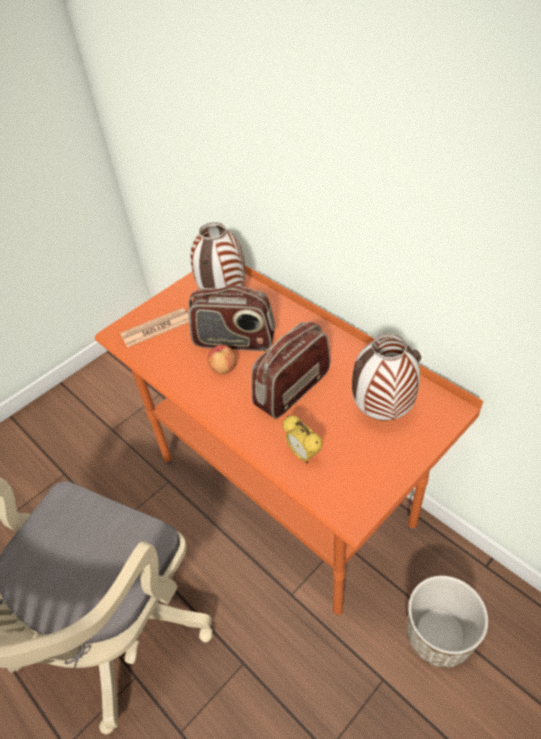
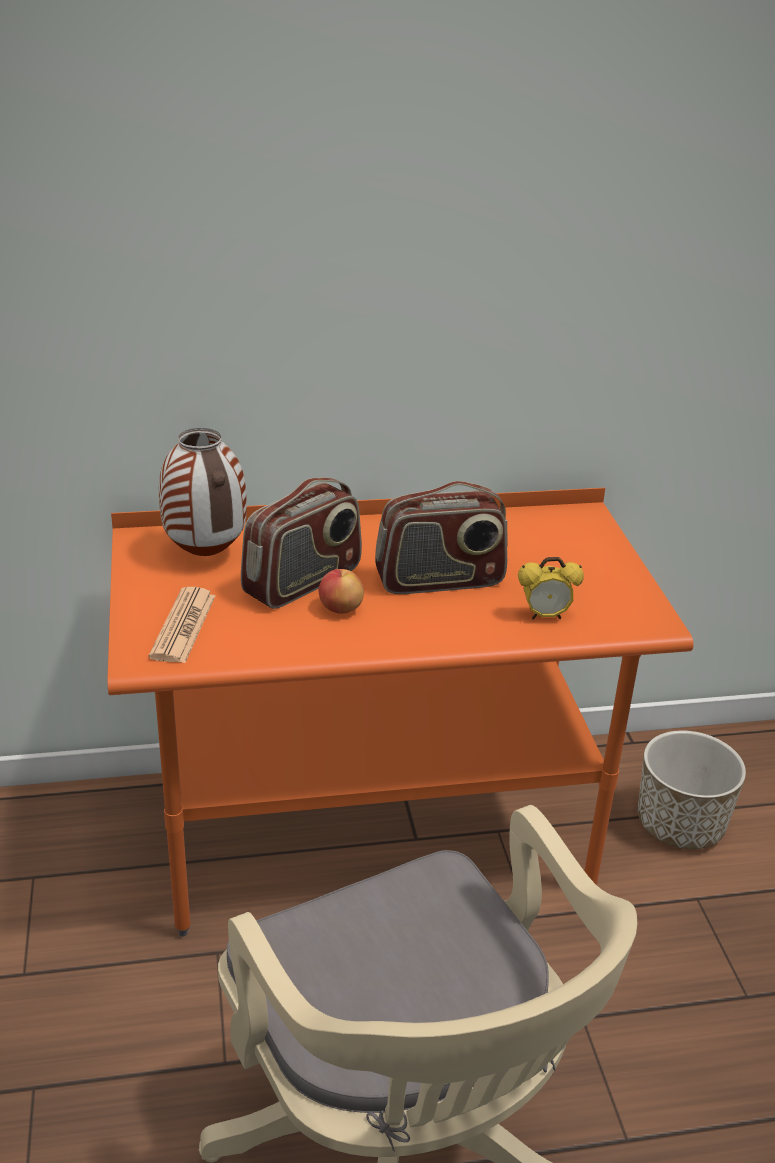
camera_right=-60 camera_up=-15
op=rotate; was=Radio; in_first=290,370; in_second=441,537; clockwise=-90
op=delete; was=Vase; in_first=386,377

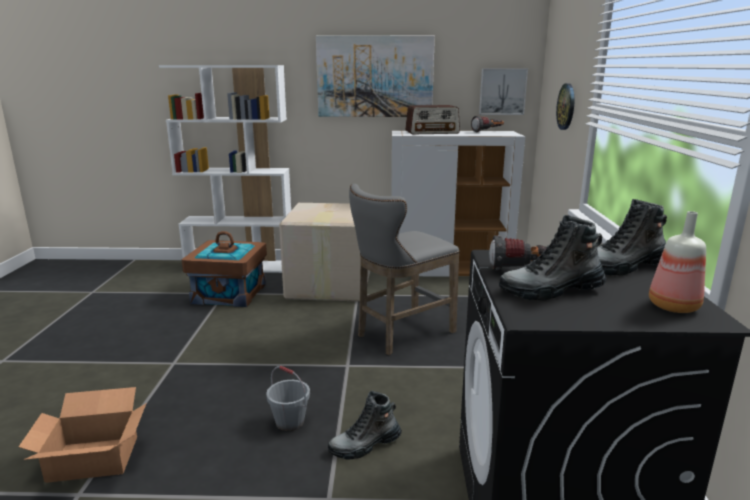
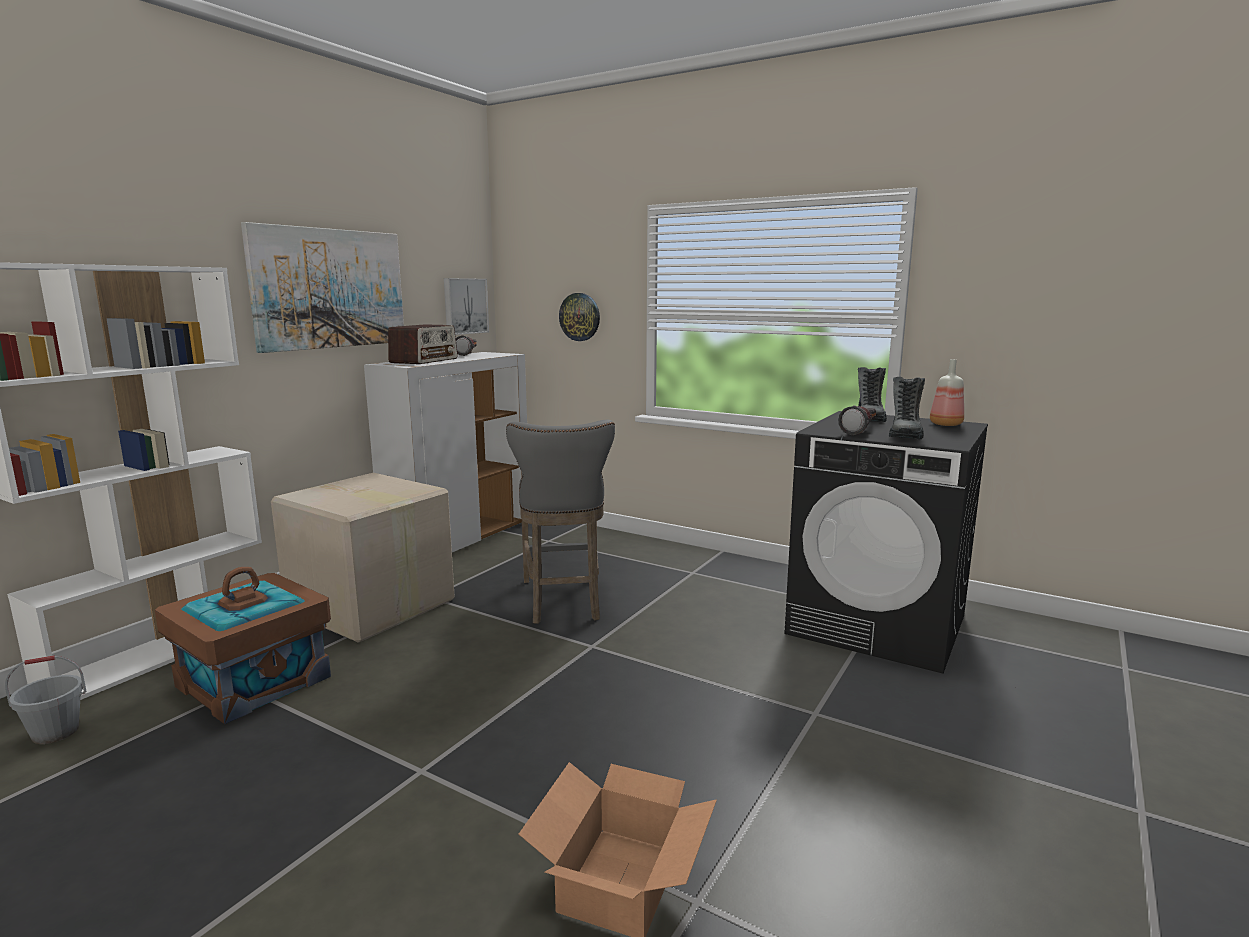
camera_right=-60 camera_up=-5
op=move; was=Eimer/grau; in_first=288,398; in_second=45,699
op=delete; was=Stiefel; in_first=365,425

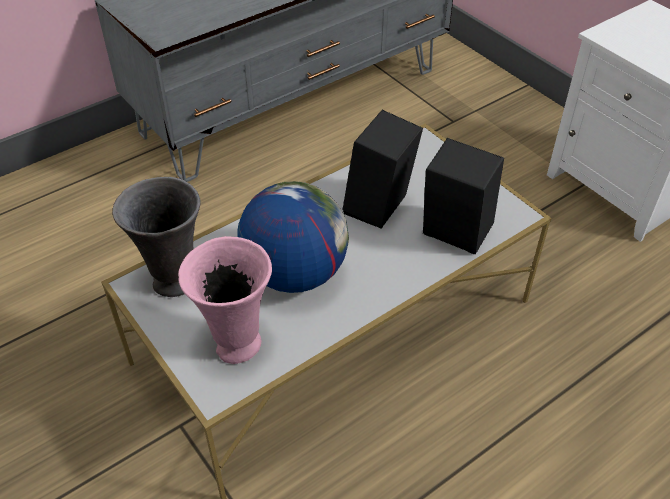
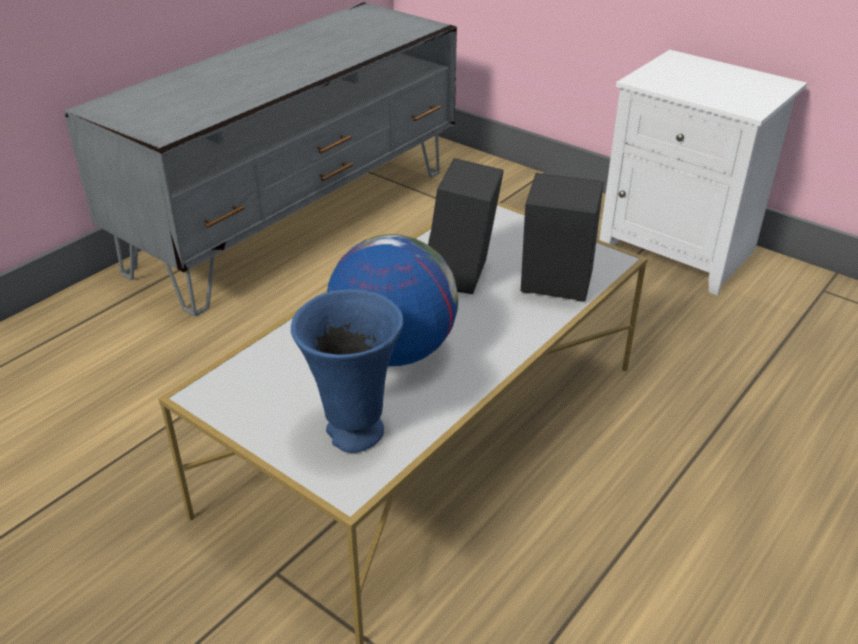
camera_right=-15 camera_up=-10
op=delete; was=Vase/grau; in_first=156,237
op=recolor; was=Vase/rosa; now=Vase/blau; in_first=225,300; in_second=347,371

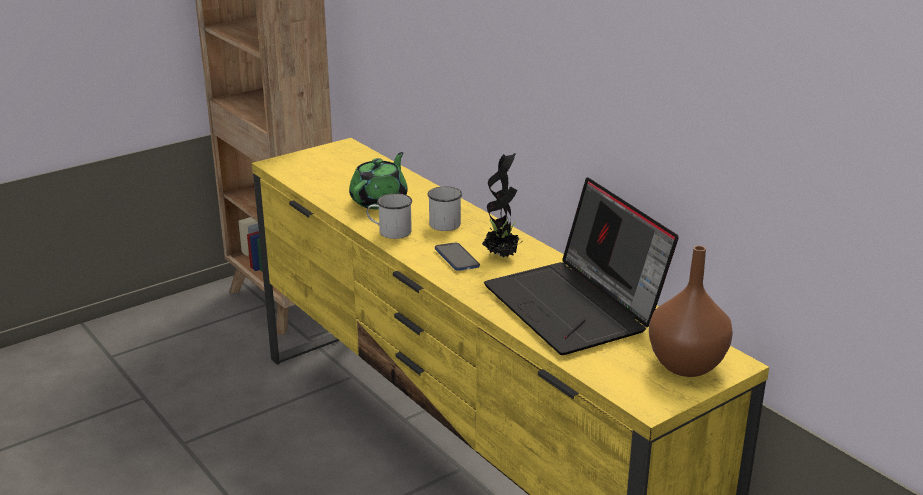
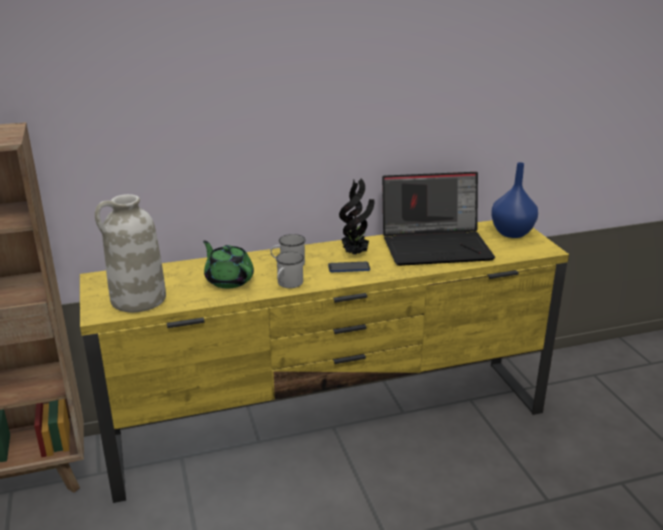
camera_right=-70 camera_up=0
op=recolor; was=Vase/braun; now=Vase/blau; in_first=691,311; in_second=514,200
op=insert; now=Vase/weiß; in_second=130,253

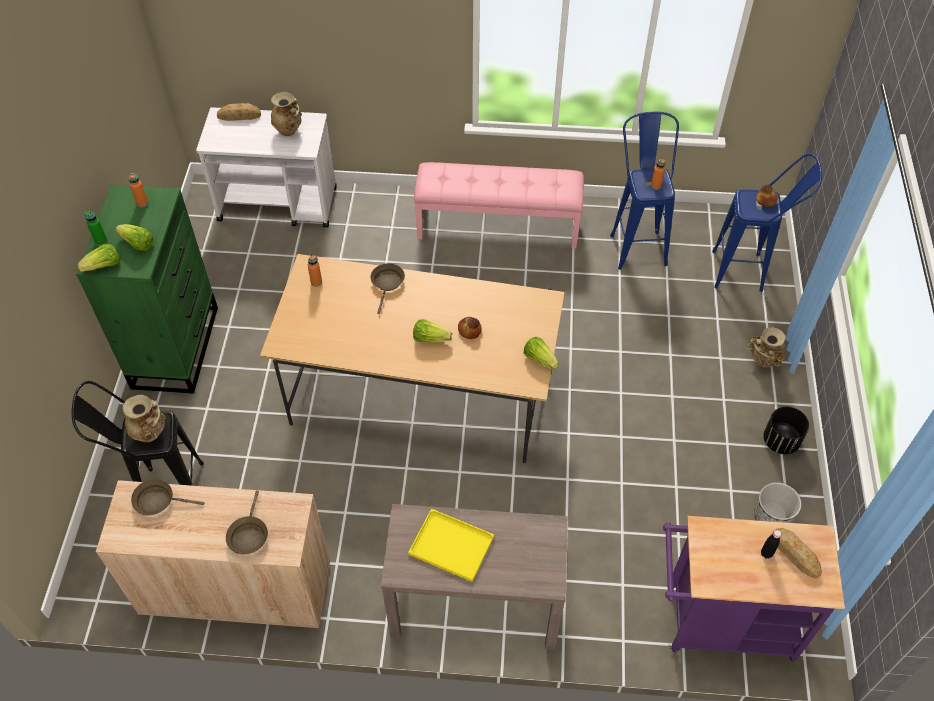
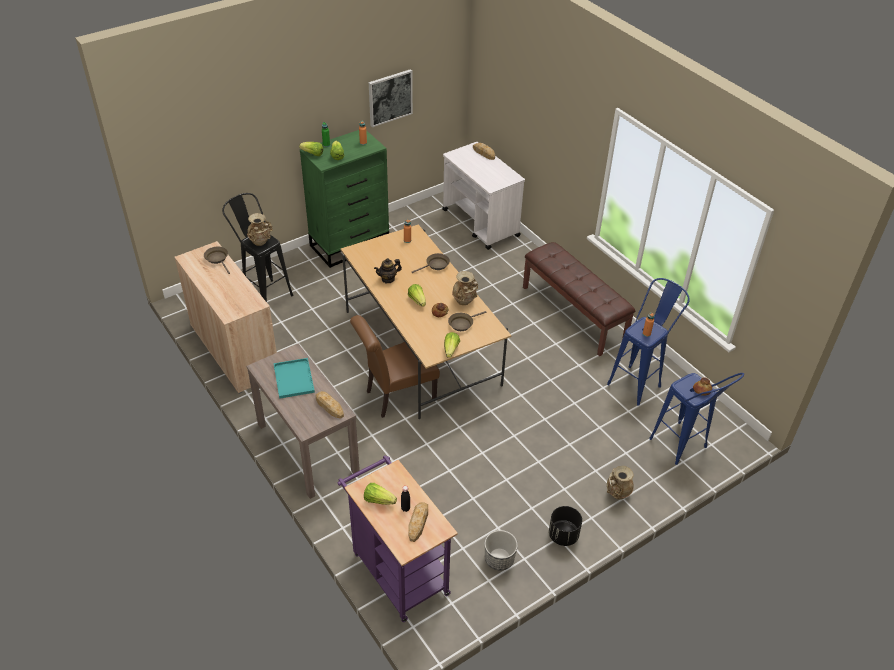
camera_right=50 camera_up=-10
op=move; was=Vase/beige; in_first=286,114; in_second=465,288
op=recolor; was=Bank/rosa; now=Bank/braun; in_first=499,205; in_second=579,299
op=move; was=Pfanne/braun; in_first=247,522; in_second=467,321
op=recolor; was=Tablett/gelb; now=Tablett/türkis; in_first=451,545; in_second=294,378
op=insert; now=Bild; in_second=391,98
op=insert; now=Teekanne; in_second=388,270
op=insert; now=Stuhl/braun; in_second=395,366
op=insert; now=Brot; in_second=329,405
op=insert; now=Salatkopf; in_second=380,494

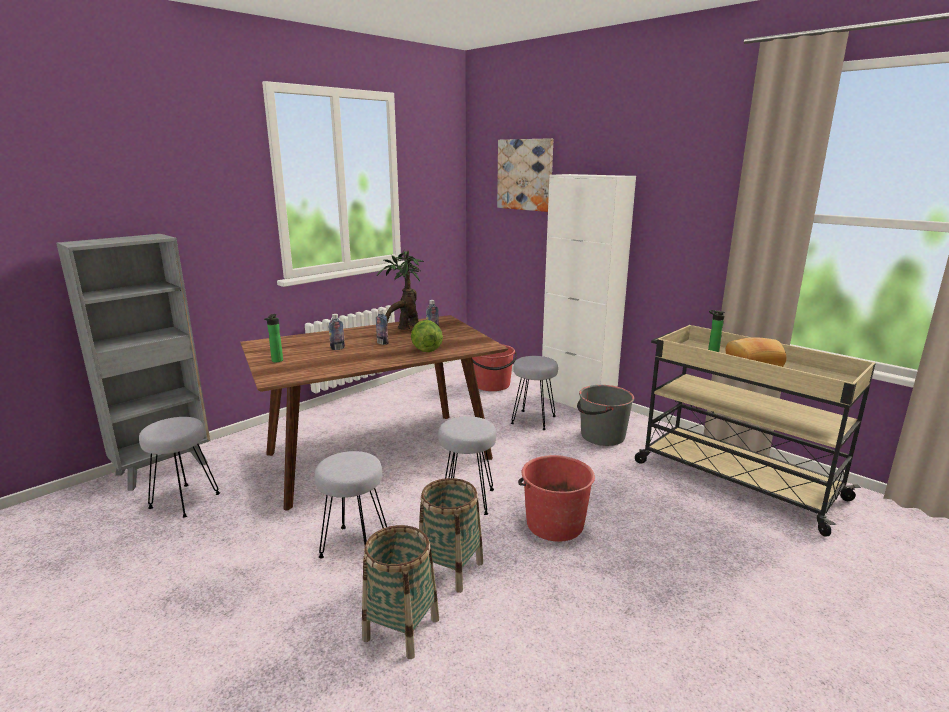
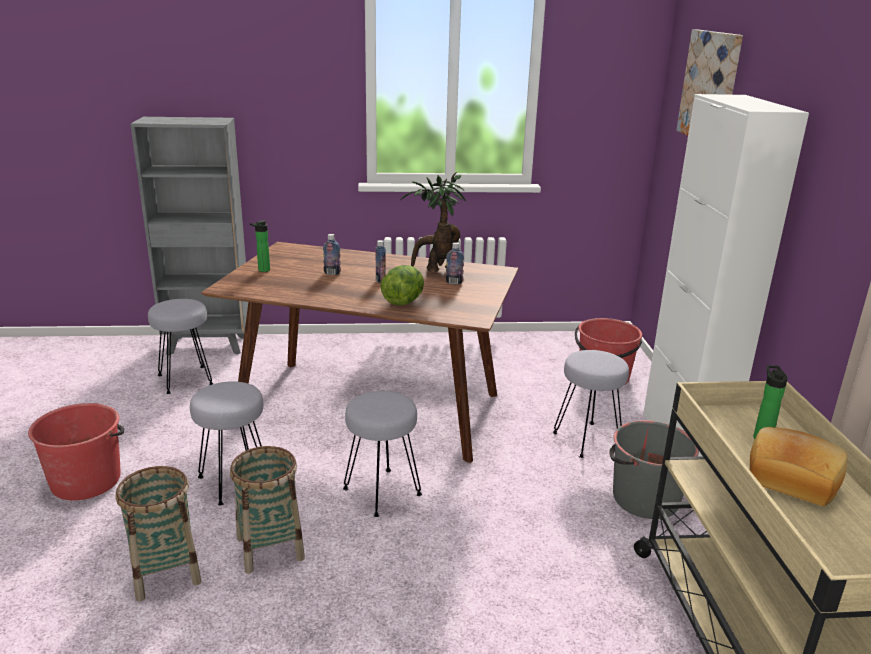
camera_right=40 camera_up=5
op=move; was=Eimer/rot; in_first=556,498; in_second=76,451

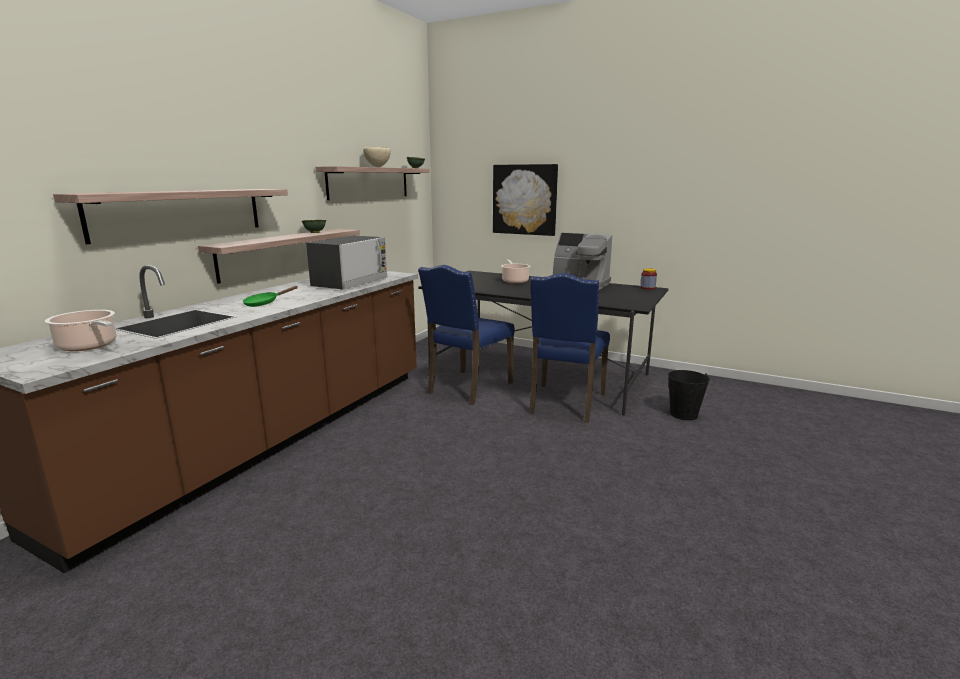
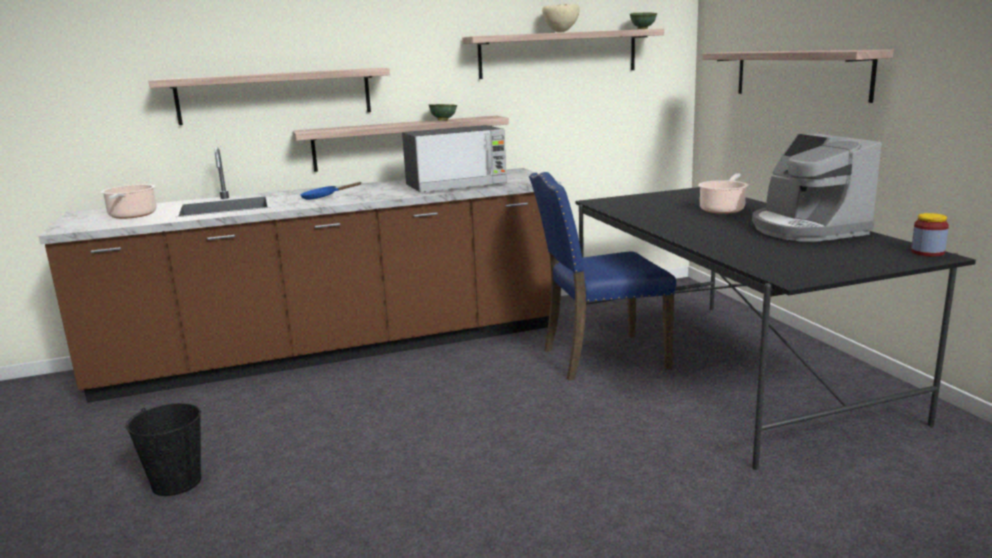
camera_right=45 camera_up=0
op=replace; was=Bild; now=Wandregal; in_first=525,200; in_second=798,76
op=delete; was=Stuhl/blau; in_first=569,348
op=recolor; was=Pfanne/grün; now=Pfanne/blau; in_first=270,296; in_second=331,191
op=move; was=Eimer/schwarz; in_first=689,395; in_second=163,449

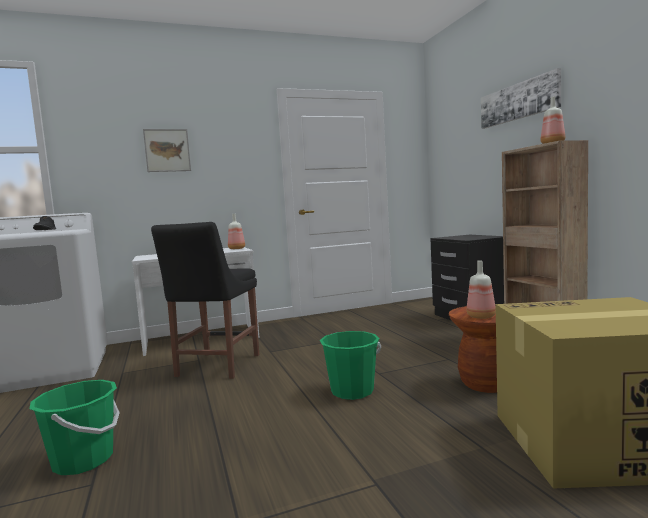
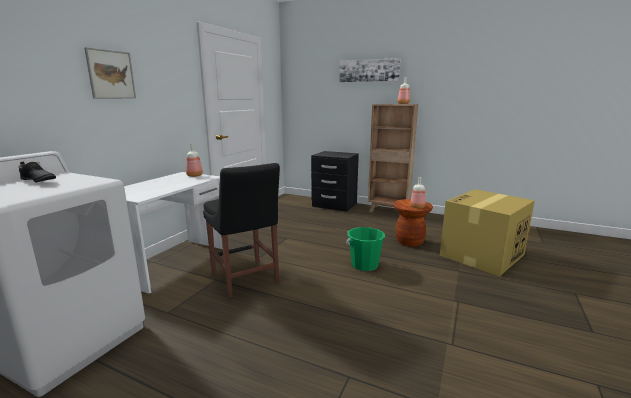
camera_right=-45 camera_up=10
op=delete; was=Eimer/grün; in_first=75,427

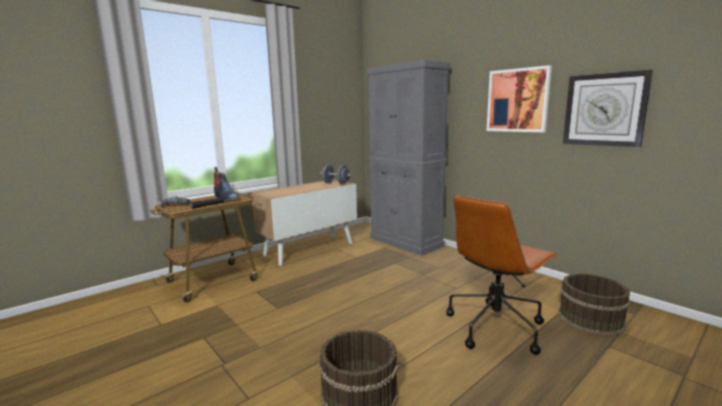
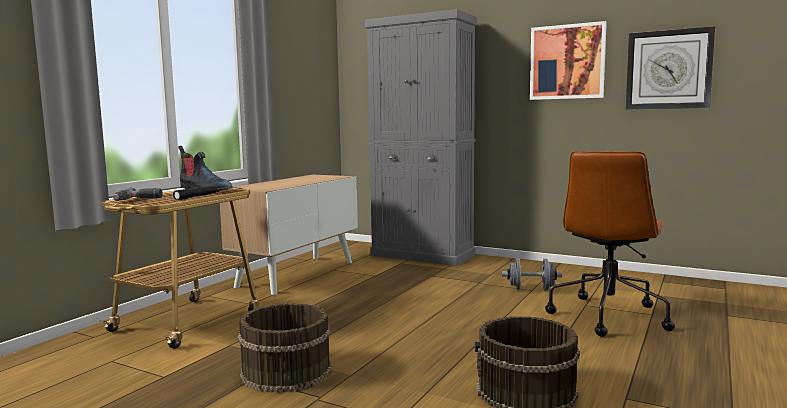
camera_right=-20 camera_up=-5
op=move; was=Hantel/grau; in_first=336,175; in_second=532,274
op=move; was=Eimer/braun; in_first=594,304; in_second=284,348

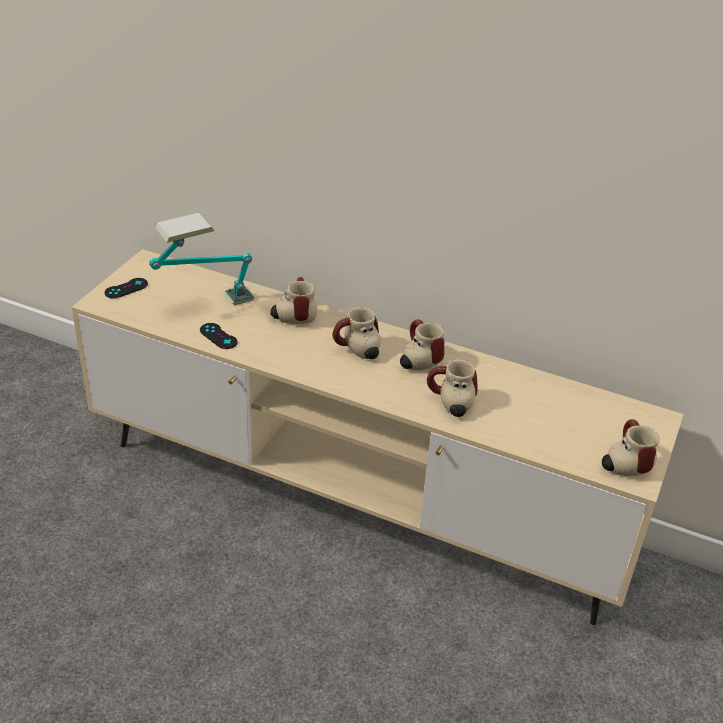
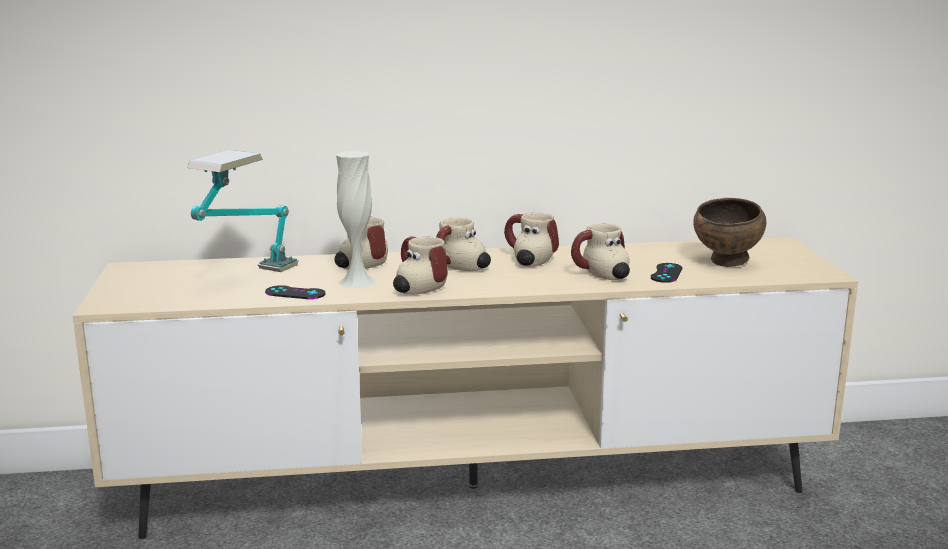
camera_right=-30 camera_up=-20
op=move; was=Gamepad/schwarz; in_first=126,288; in_second=666,273
op=move; was=Henkelbecher; in_first=630,447; in_second=420,266
op=insert; now=Vase/weiß; in_second=356,219
op=insert; now=Schüssel/braun; in_second=729,232

